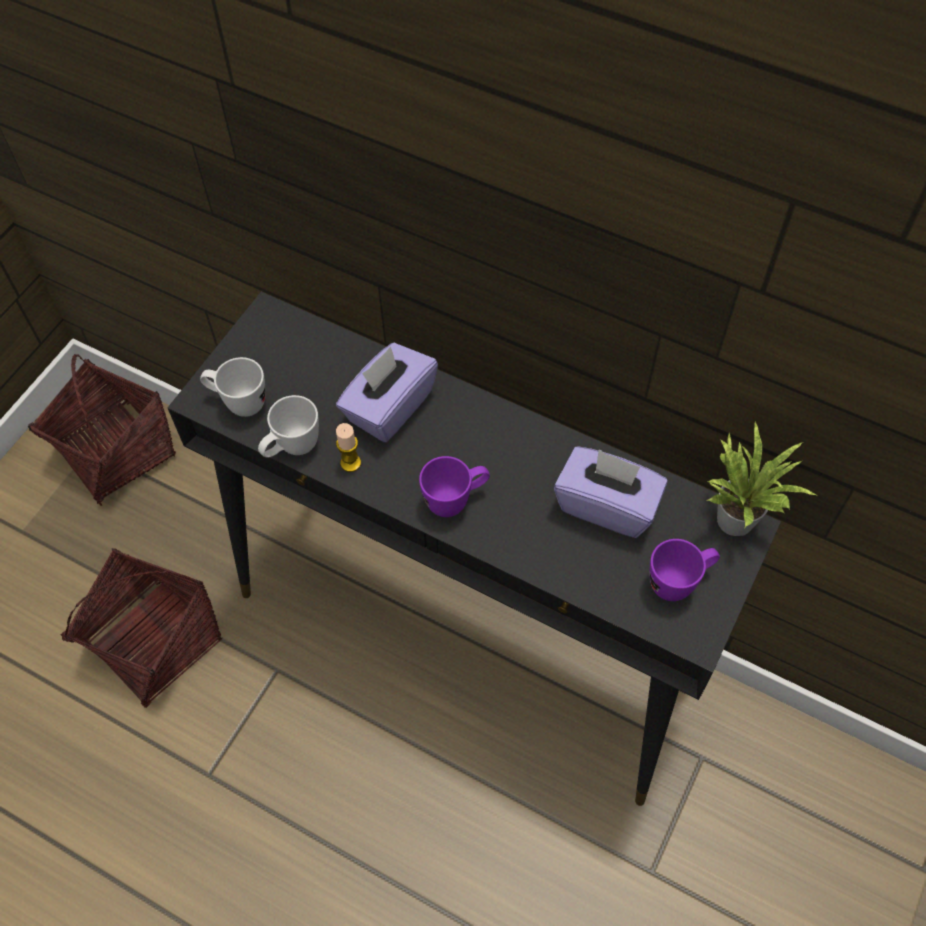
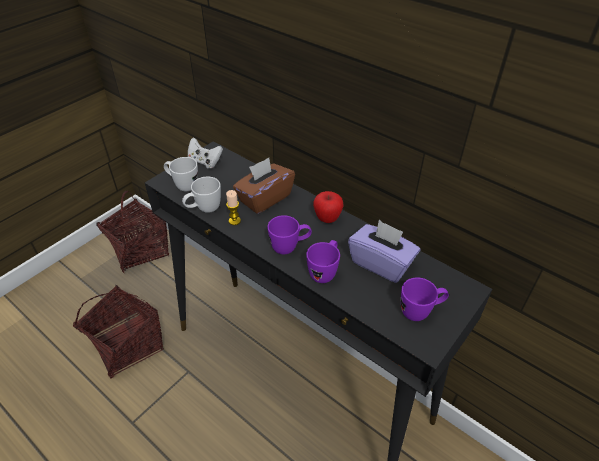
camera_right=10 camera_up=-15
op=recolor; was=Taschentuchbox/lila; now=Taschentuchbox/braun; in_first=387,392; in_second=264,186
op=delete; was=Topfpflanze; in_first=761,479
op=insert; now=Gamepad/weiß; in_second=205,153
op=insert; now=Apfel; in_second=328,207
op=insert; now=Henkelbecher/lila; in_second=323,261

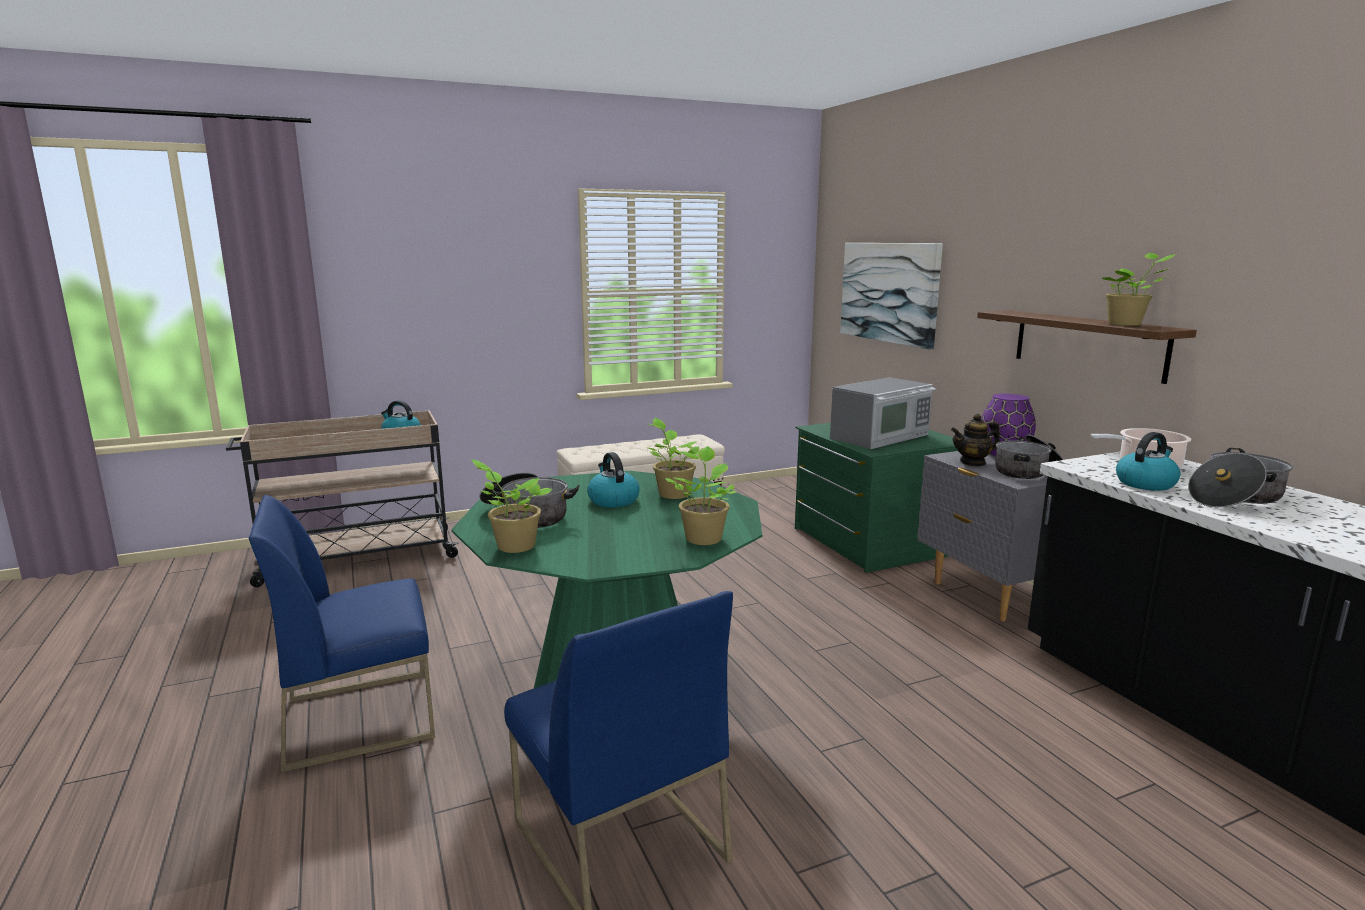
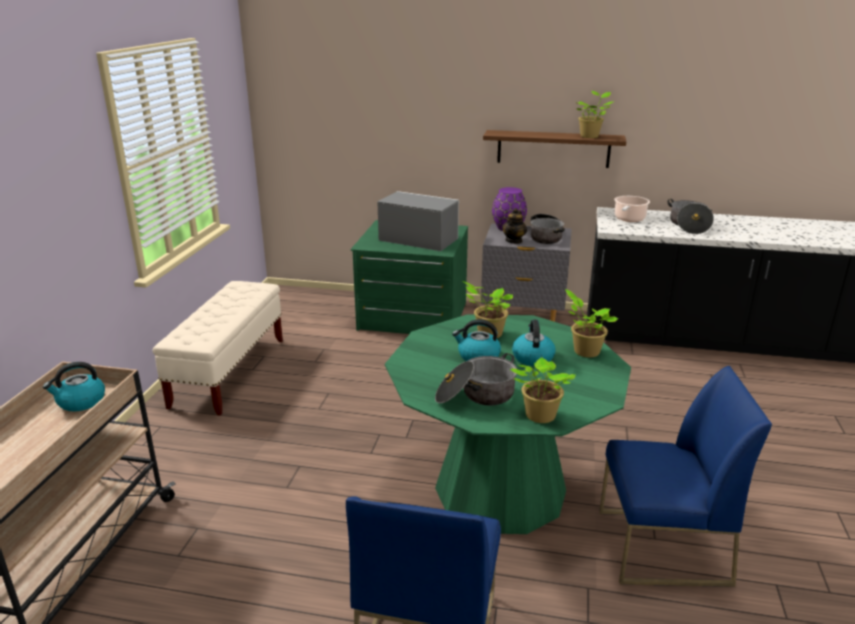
camera_right=-55 camera_up=10
op=delete; was=Bild; in_first=891,296
op=rotate; was=Mikrowelle; in_first=883,413; in_second=418,221; clockwise=-60
op=move; was=Wasserkessel; in_first=1148,461; in_second=533,343

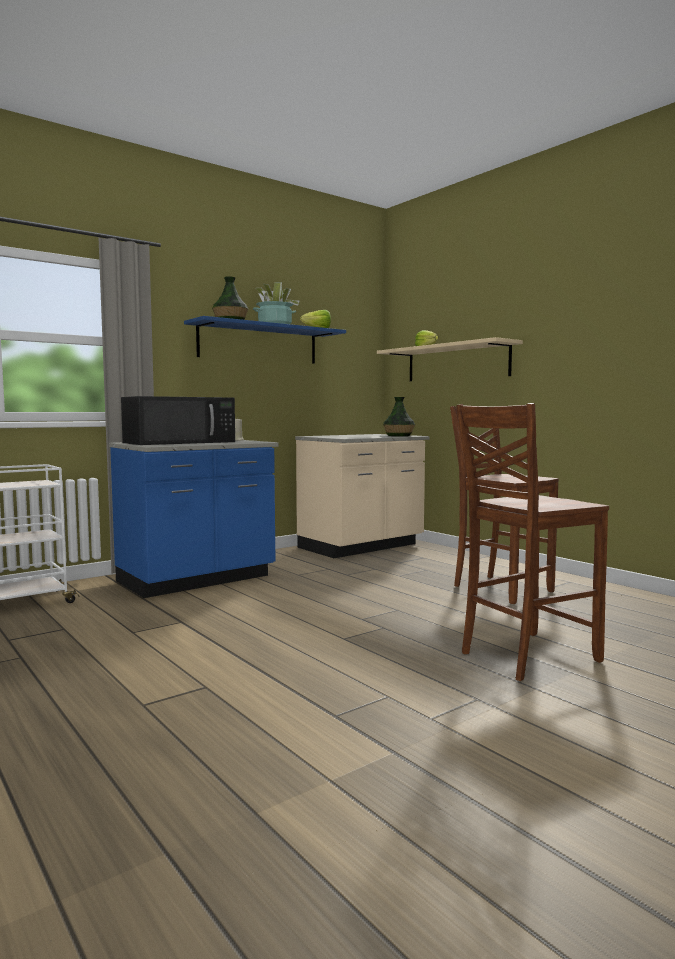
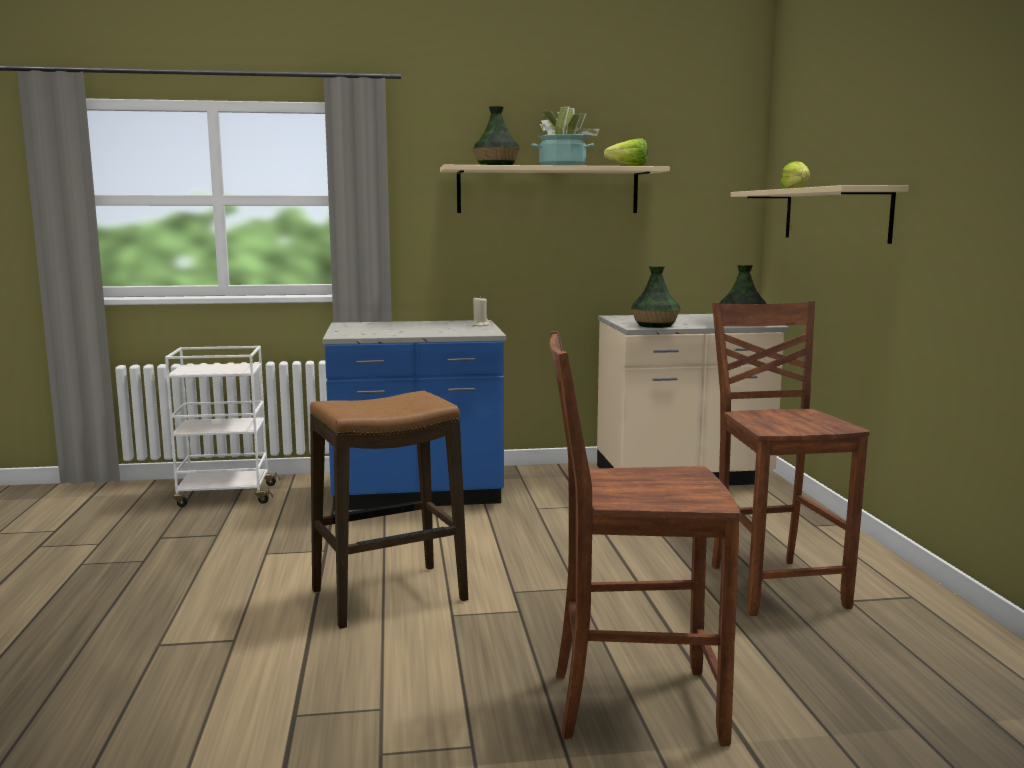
camera_right=30 camera_up=5
op=recolor; was=Wandregal/blau; now=Wandregal/beige; in_first=265,340; in_second=555,189
op=delete; was=Mikrowelle/schwarz; in_first=178,420
op=insert; now=Vase; in_second=655,297
op=insert; now=Hocker; in_second=389,510

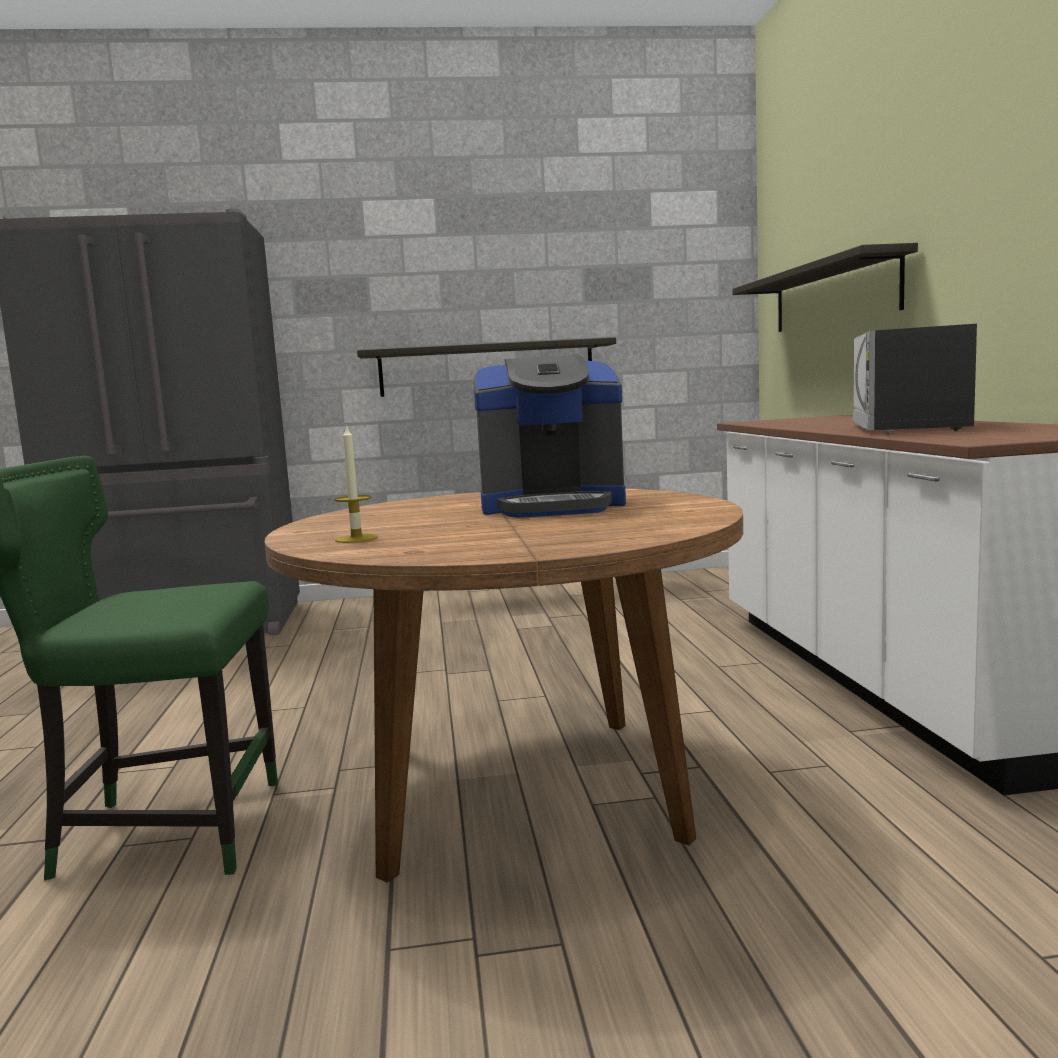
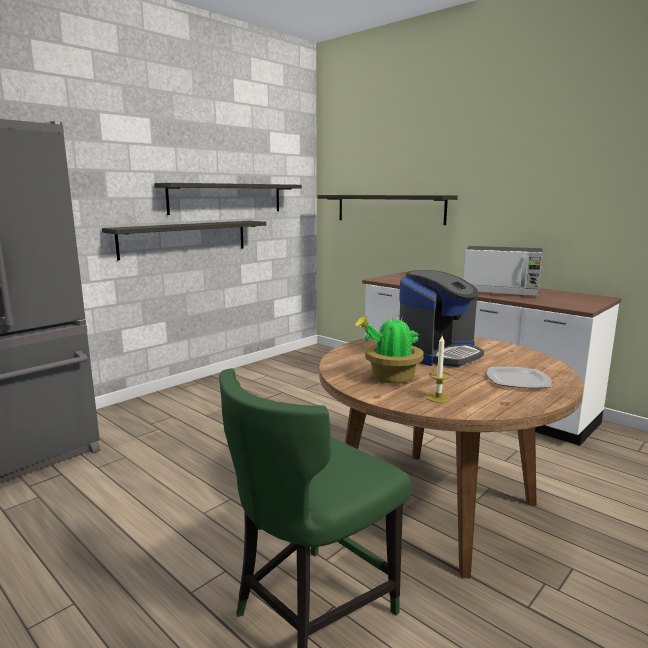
camera_right=-40 camera_up=5
op=rotate; was=Mikrowelle; in_first=914,378; in_second=503,271; clockwise=-45
op=insert; now=Wandregal; in_second=228,199
op=insert; now=Topfpflanze; in_second=389,348
op=insert; now=Teller; in_second=519,377

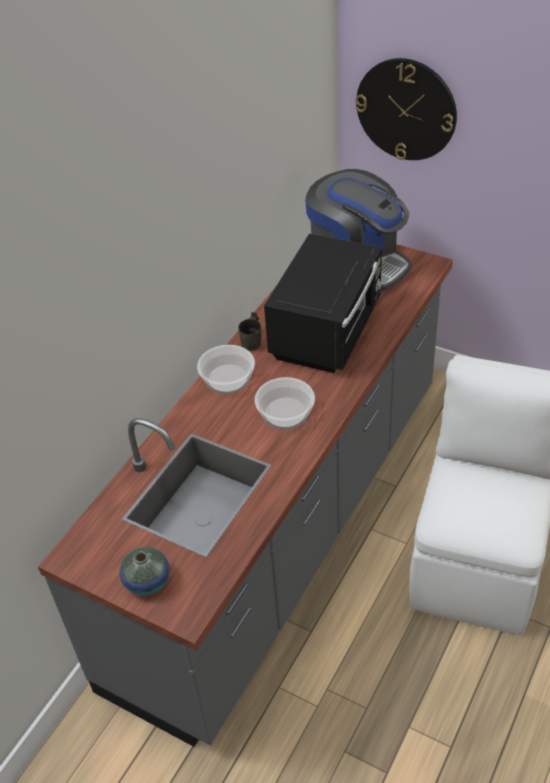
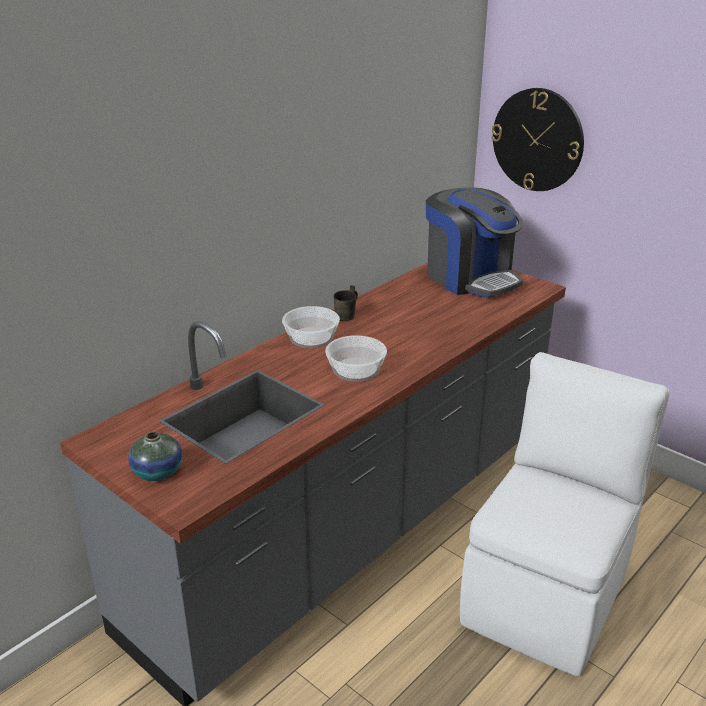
camera_right=10 camera_up=-15
op=delete; was=Mikrowelle/schwarz; in_first=323,303

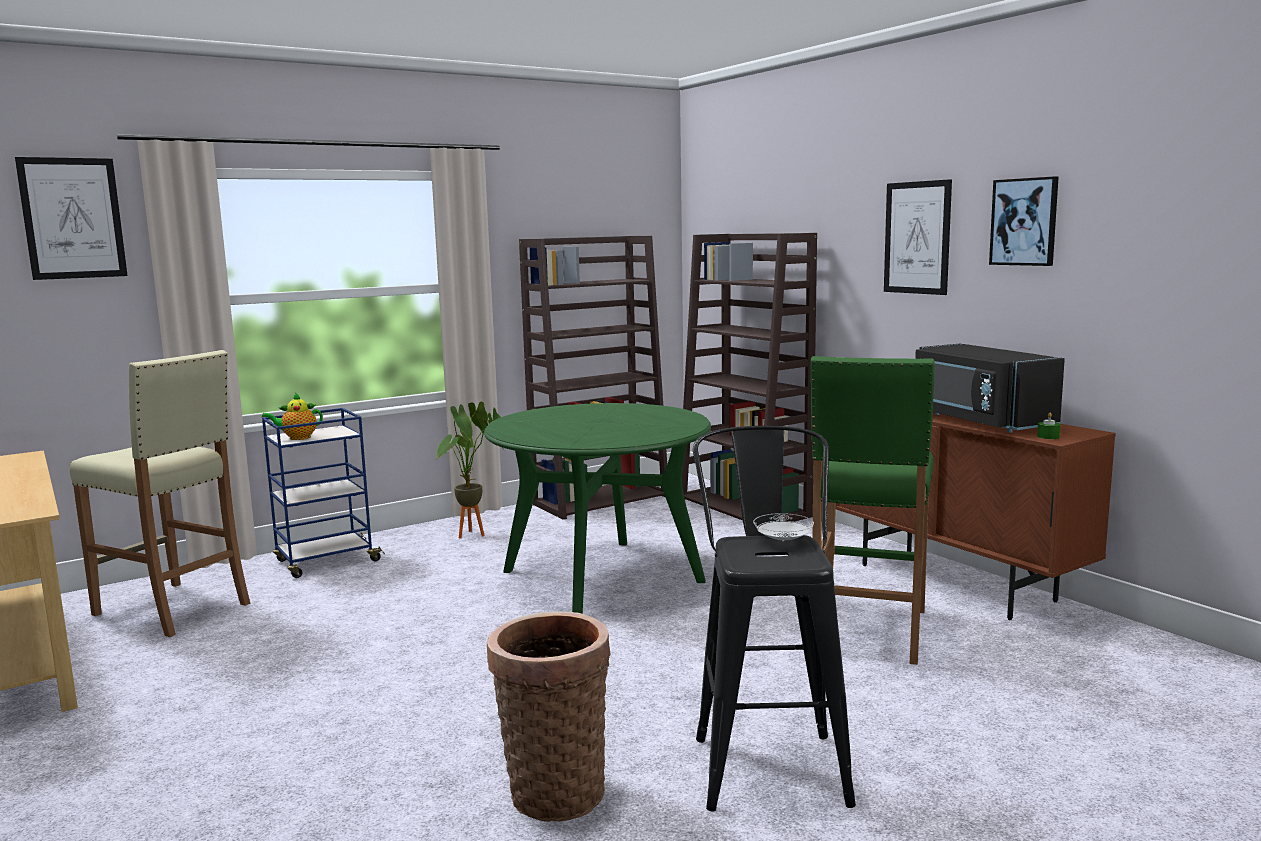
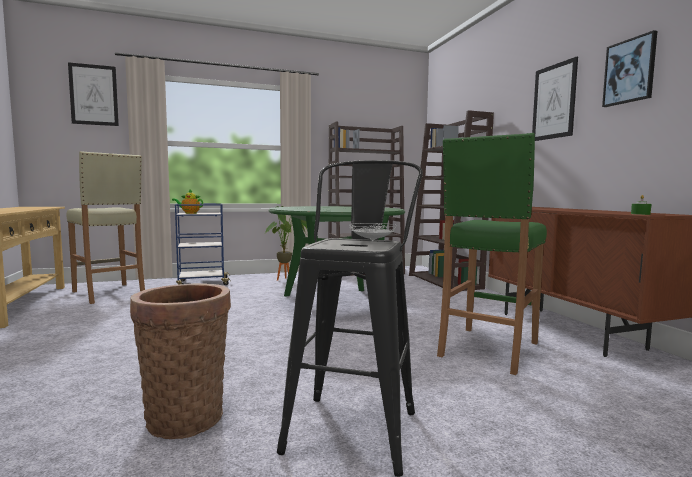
camera_right=15 camera_up=-5
op=delete; was=Mikrowelle/schwarz; in_first=990,388

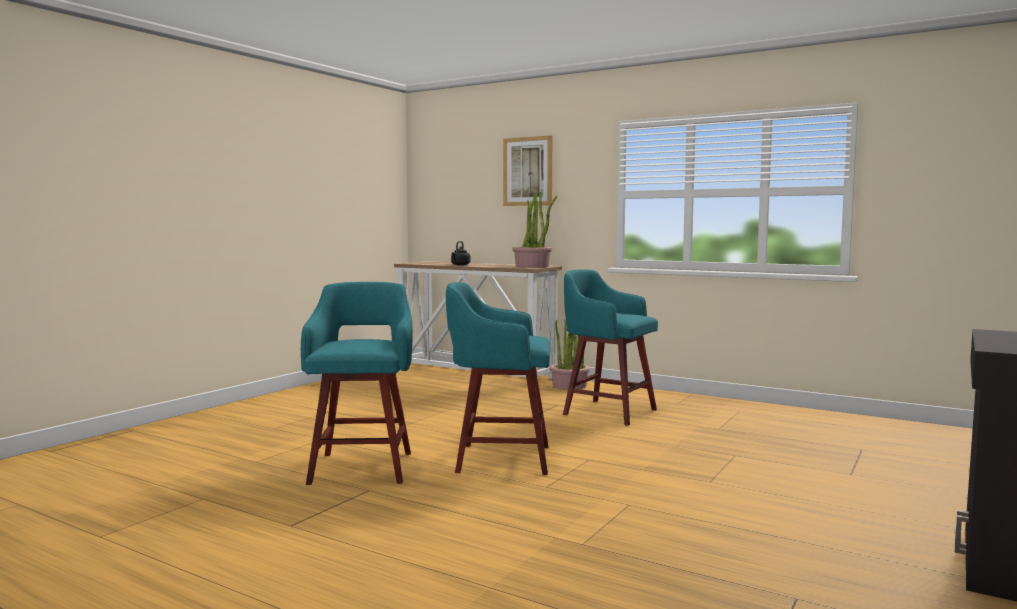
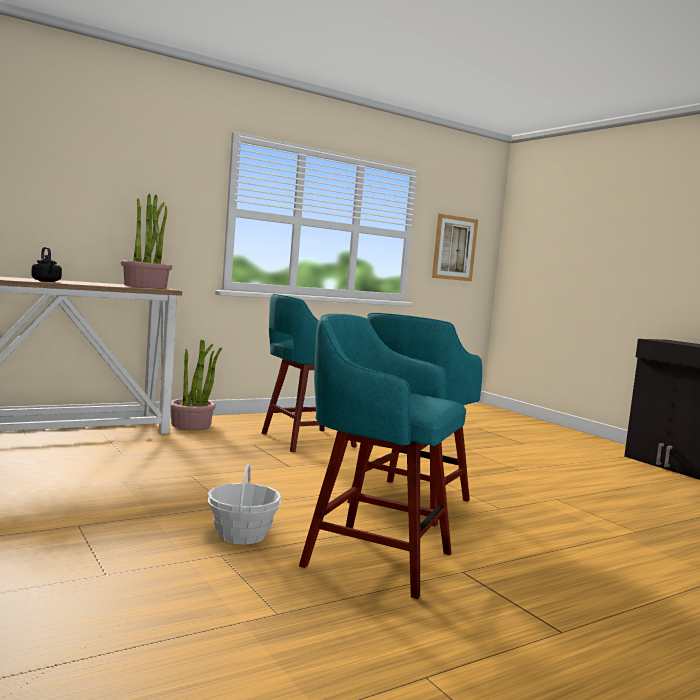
camera_right=-65 camera_up=0
op=move; was=Bild; in_first=527,170; in_second=455,247
op=insert; now=Korb; in_second=245,504

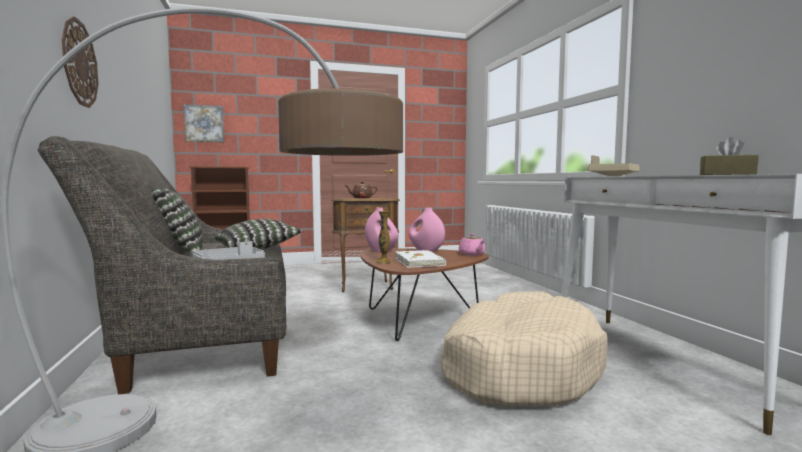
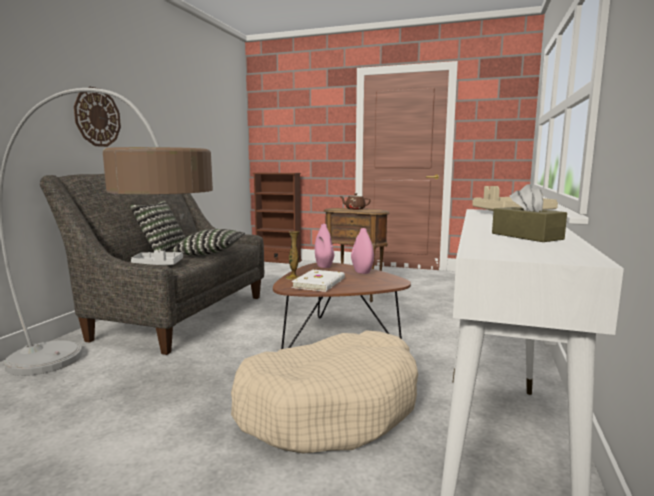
camera_right=35 camera_up=5
op=delete; was=Bild; in_first=204,123
op=delete; was=Teekanne/rosa; in_first=472,245

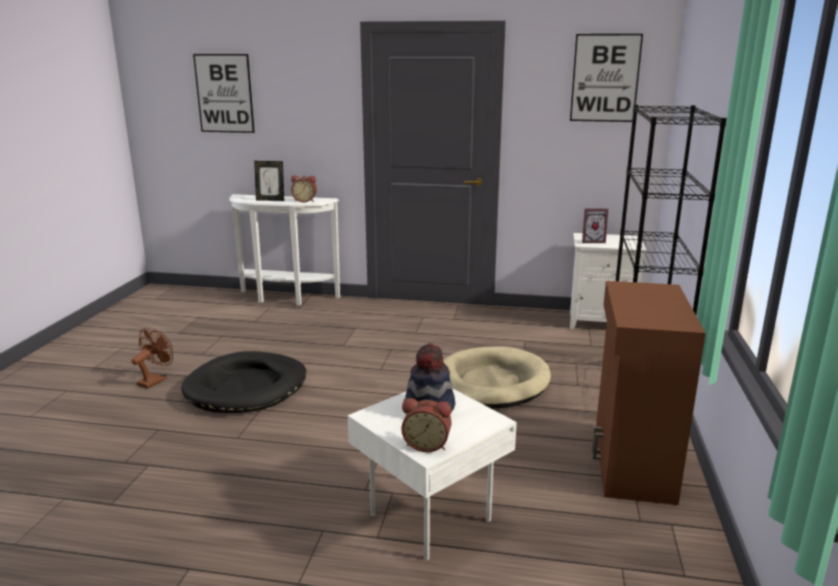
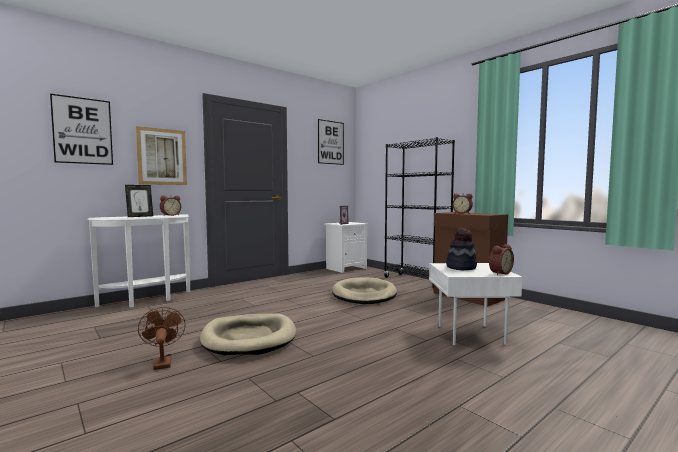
camera_right=-50 camera_up=-15
op=recolor; was=Hundebett/schwarz; now=Hundebett/beige; in_first=243,382; in_second=248,334
op=insert; now=Bild; in_second=161,155
op=insert; now=Wecker; in_second=462,203

